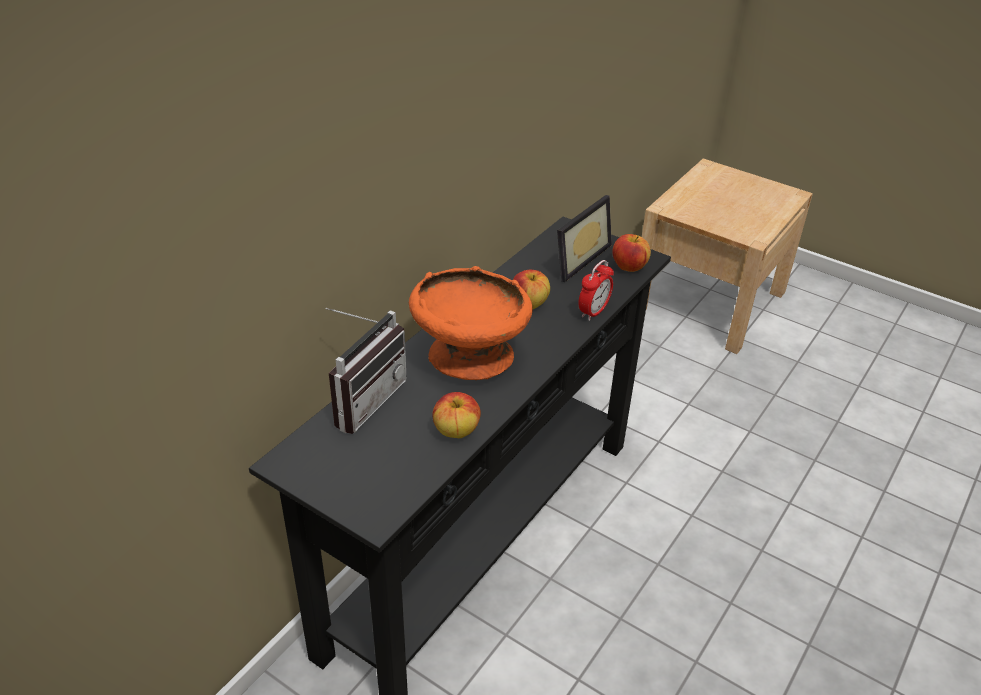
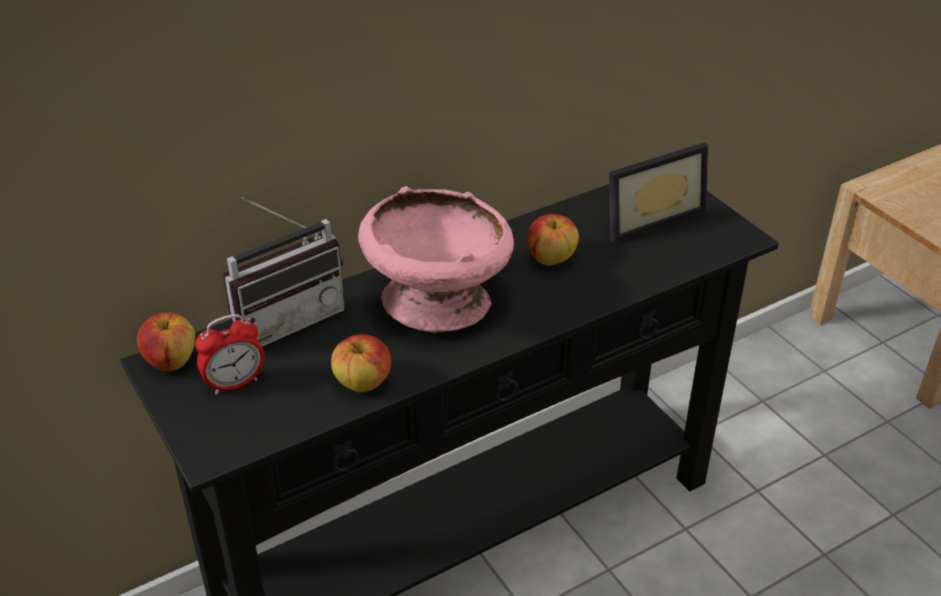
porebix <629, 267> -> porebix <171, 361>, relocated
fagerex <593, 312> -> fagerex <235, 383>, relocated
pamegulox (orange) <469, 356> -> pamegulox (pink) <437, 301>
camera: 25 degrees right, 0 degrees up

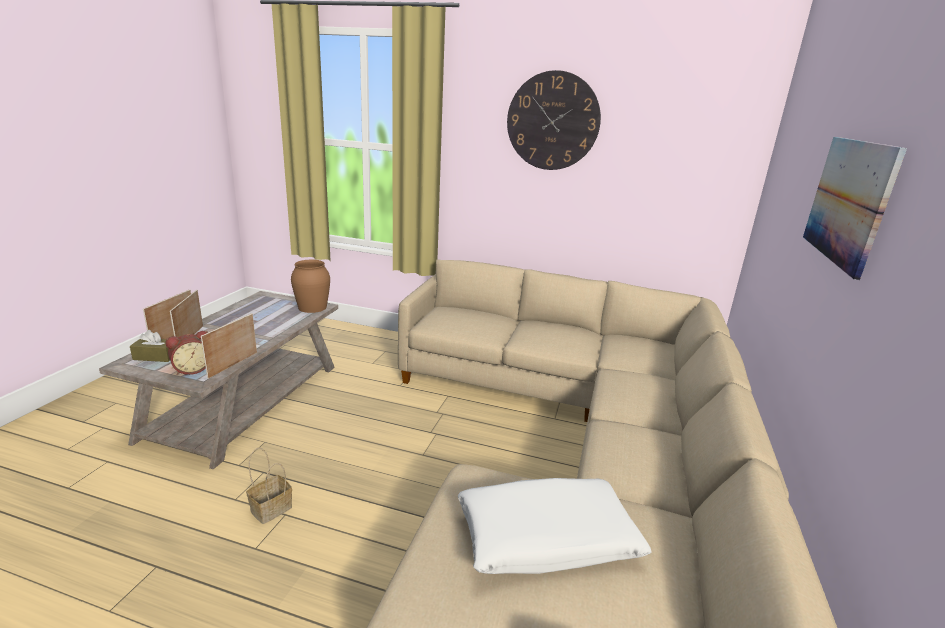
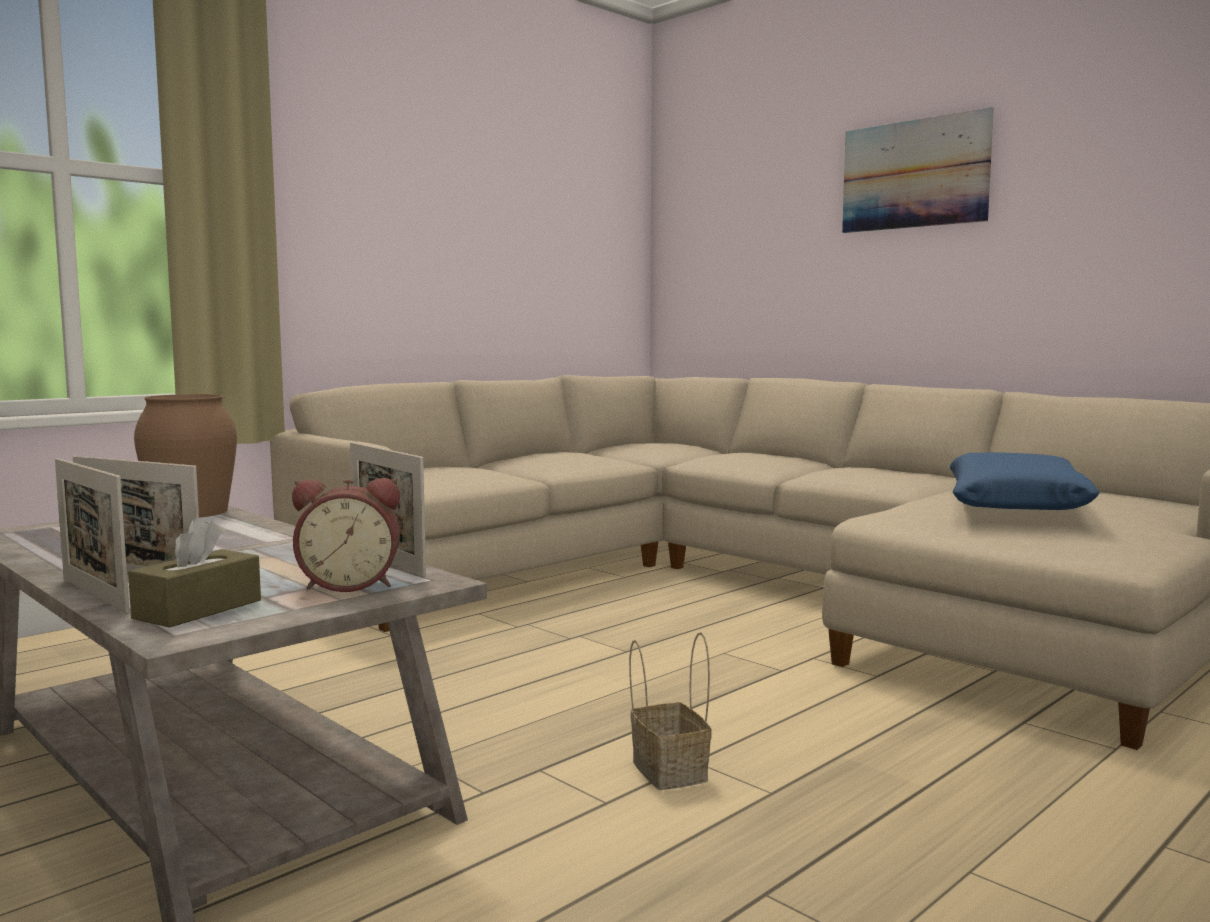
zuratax <553, 121> -> none
fagerex <192, 369> -> fagerex <350, 585>, 90 degrees clockwise
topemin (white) <546, 538> -> topemin (blue) <1015, 503>
camera: 60 degrees left, 15 degrees down

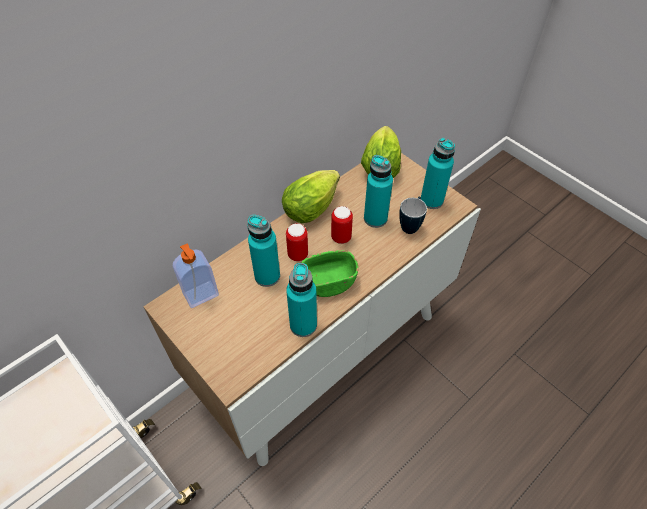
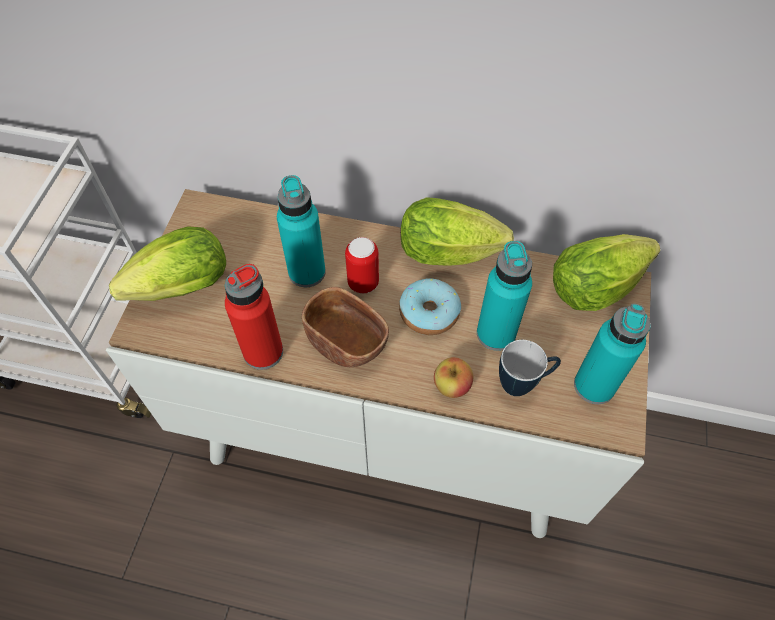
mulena <341, 237> -> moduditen <429, 313>
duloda <201, 295> -> none
pamegulox (green) <328, 282> -> pamegulox (brown) <346, 341>
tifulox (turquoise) <303, 325> -> tifulox (red) <263, 352>
none -> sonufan <176, 290>
none -> porebix <452, 386>
camera: 55 degrees right, 5 degrees up

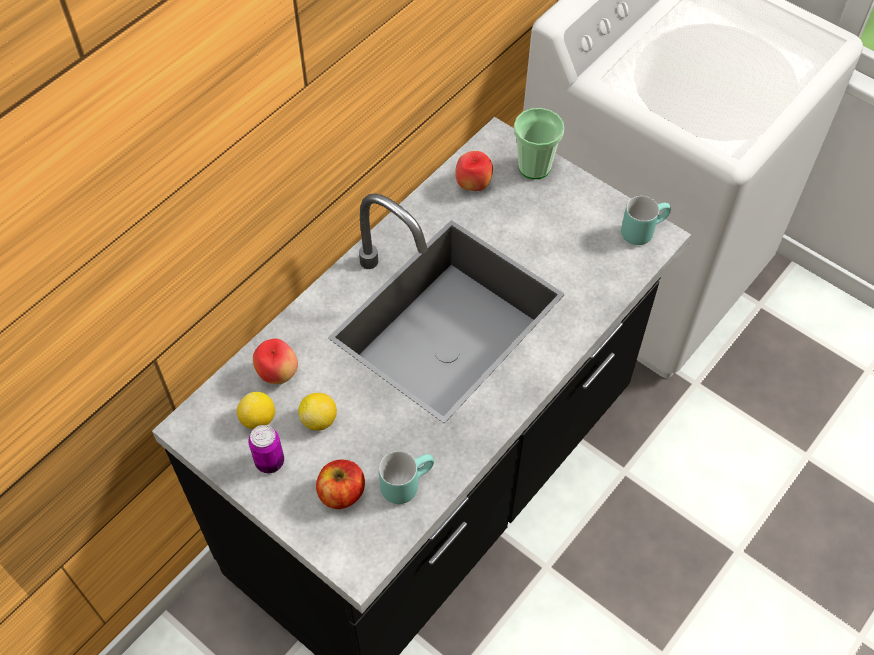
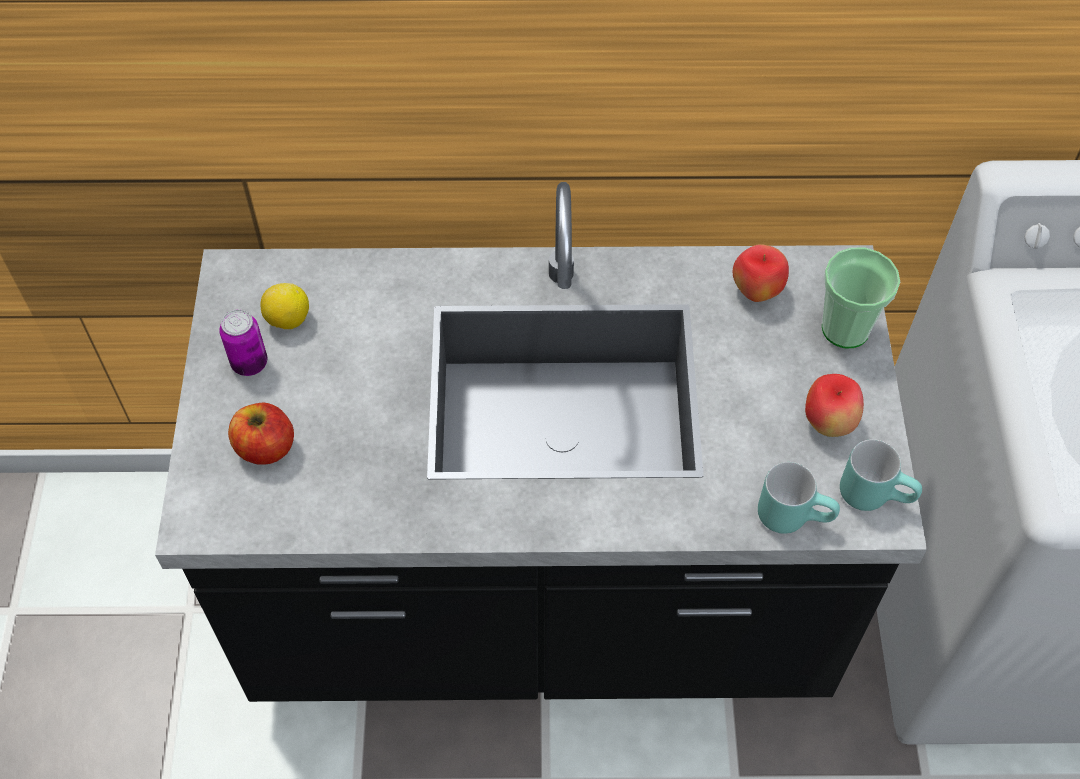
porebix <278, 374> -> porebix <828, 423>, relocated
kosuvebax <319, 420> -> none
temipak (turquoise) <405, 482> -> temipak (turquoise) <794, 514>, relocated
camera: 50 degrees right, 0 degrees up

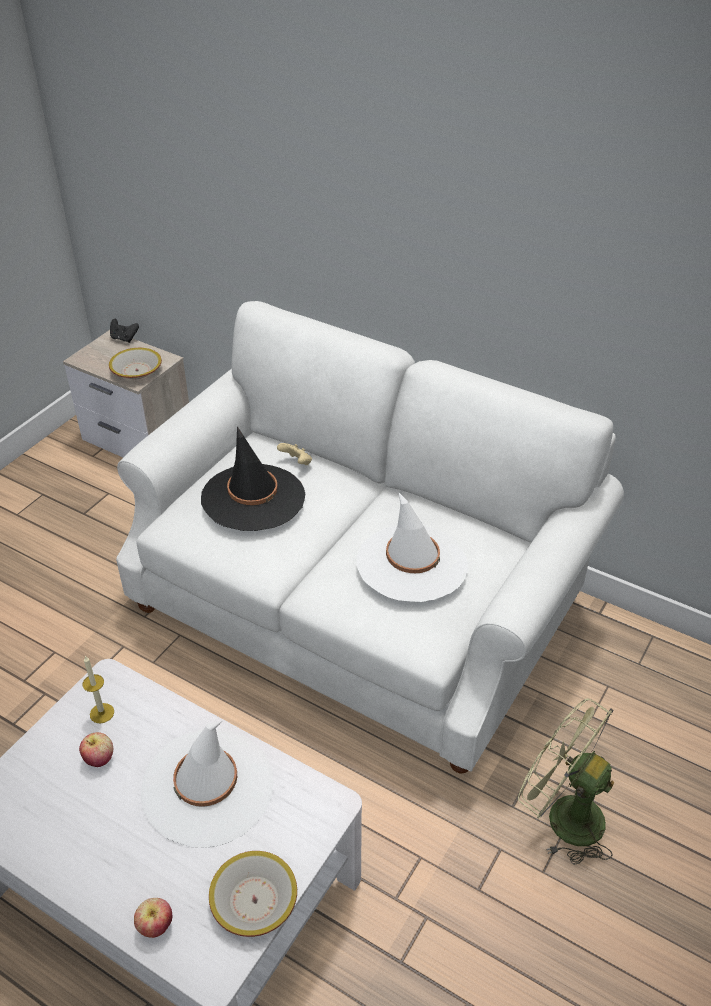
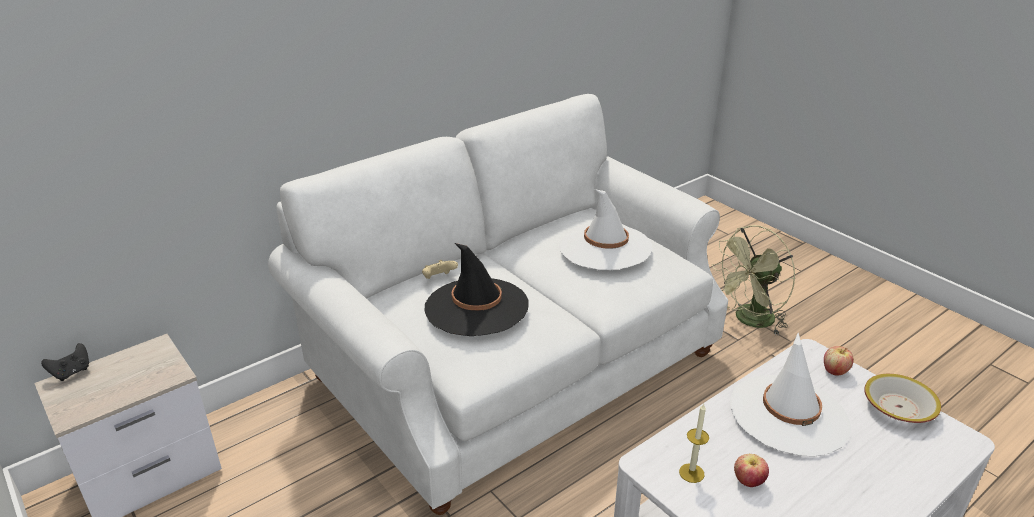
pamegulox <137, 371> -> none
porebix <156, 926> -> porebix <835, 371>, relocated
camera: 70 degrees left, 10 degrees down

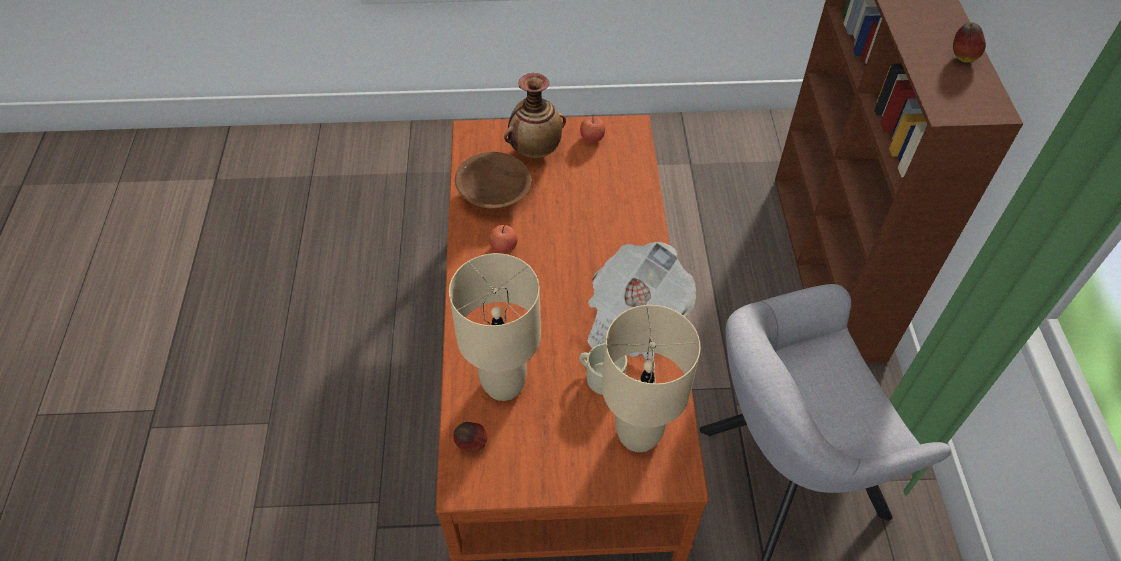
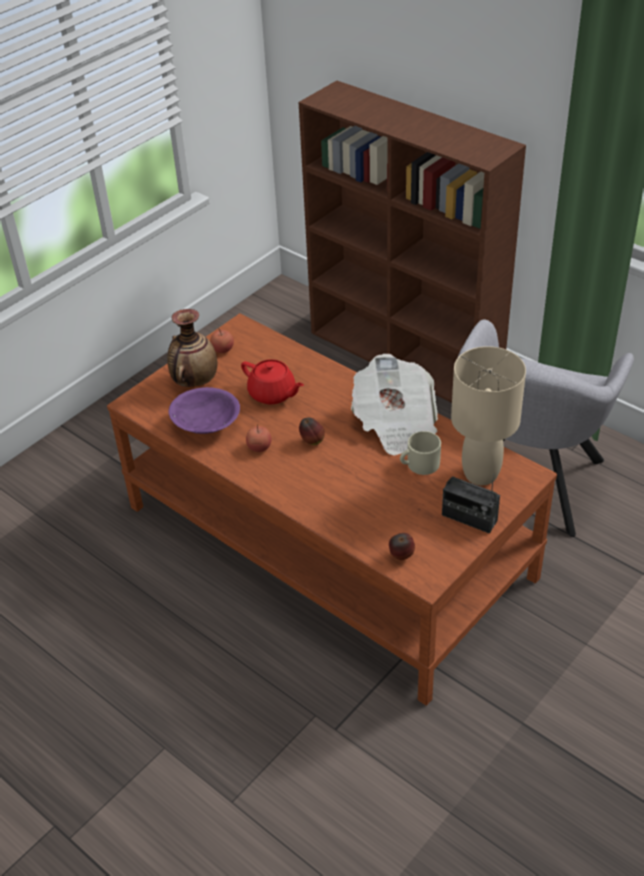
porebix <962, 57> -> porebix <312, 442>, relocated
pamegulox (brown) <494, 194> -> pamegulox (purple) <206, 424>
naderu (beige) <504, 383> -> none
none -> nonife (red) <273, 394>
none -> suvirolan <469, 518>
camera: 45 degrees left, 10 degrees down

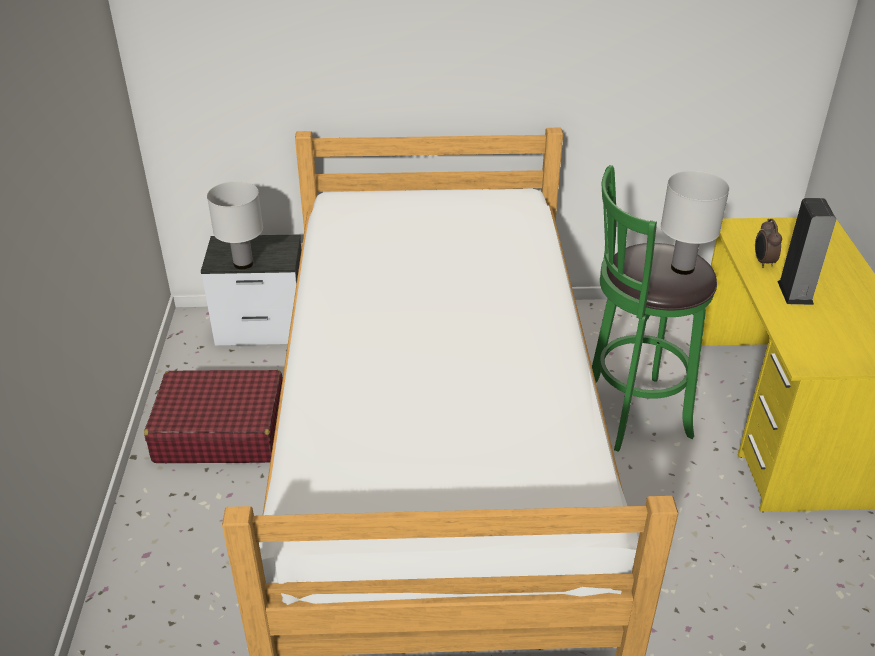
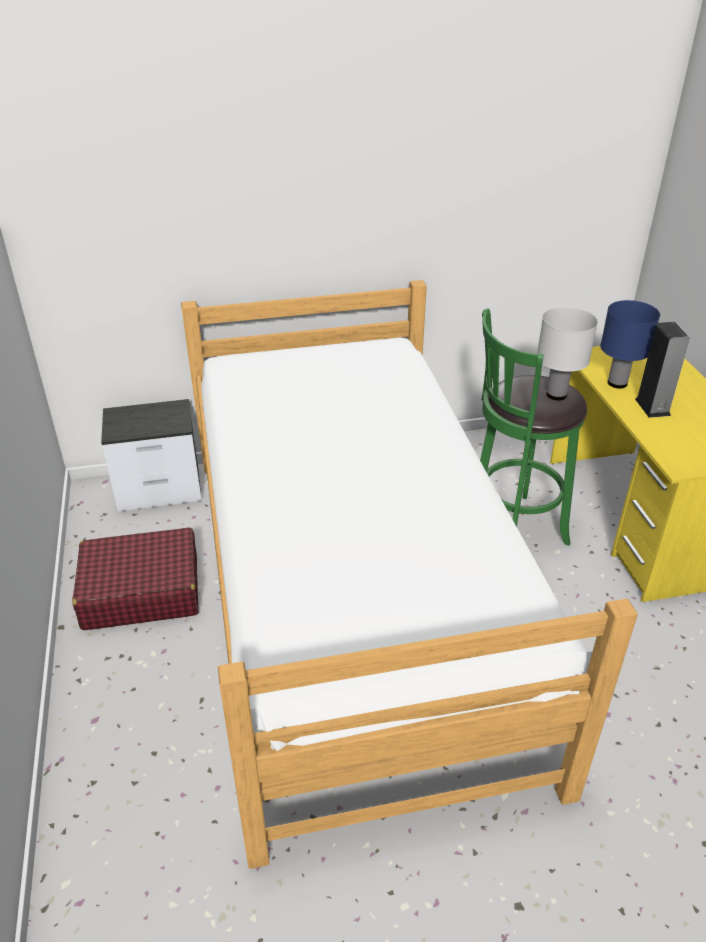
naderu (white) <243, 264> -> none
fagerex <763, 262> -> naderu (blue) <617, 383>
camera: 10 degrees left, 0 degrees up

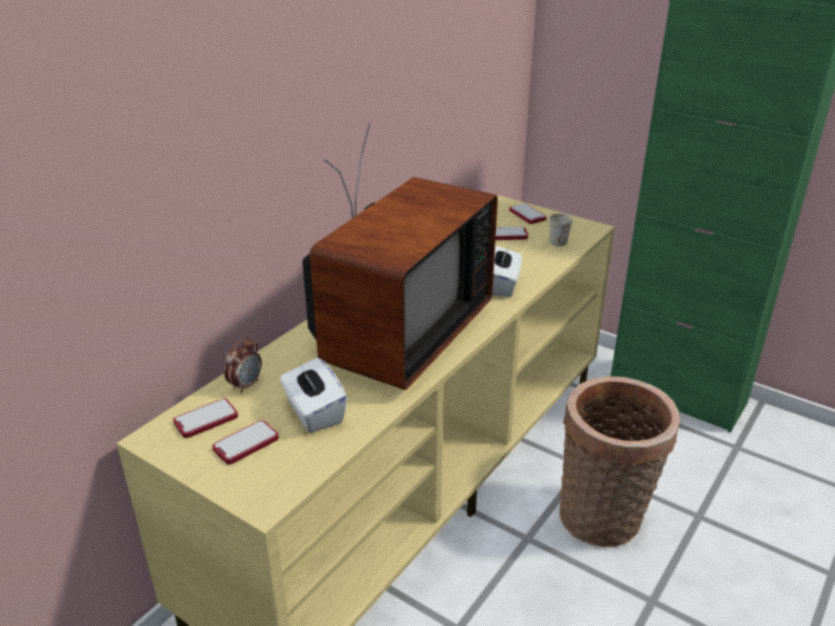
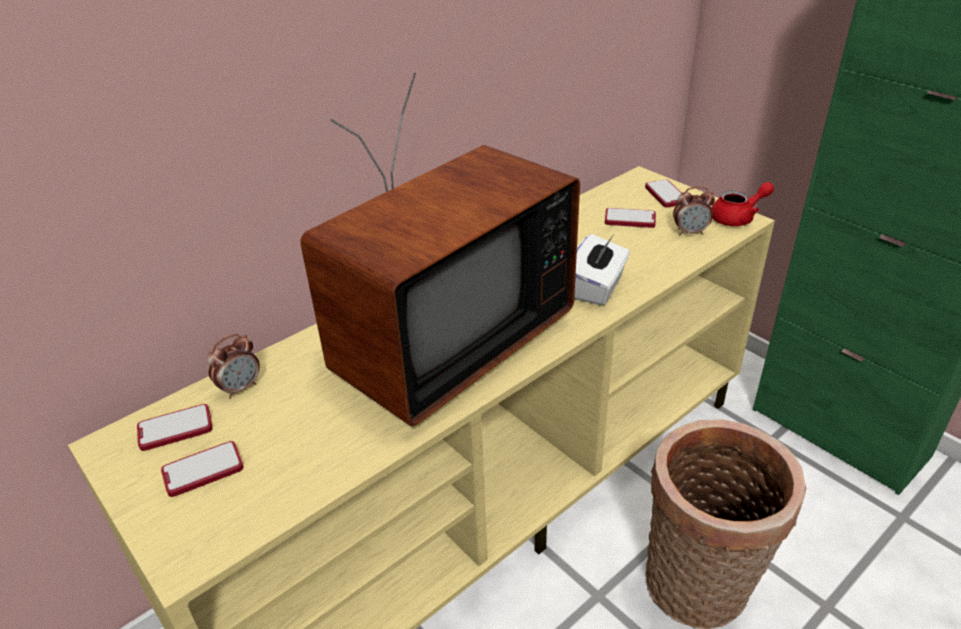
temipak (white) <556, 240> -> fagerex <690, 232>
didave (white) <314, 412> -> none
none -> nonife (red) <738, 218>
camera: 15 degrees right, 5 degrees up

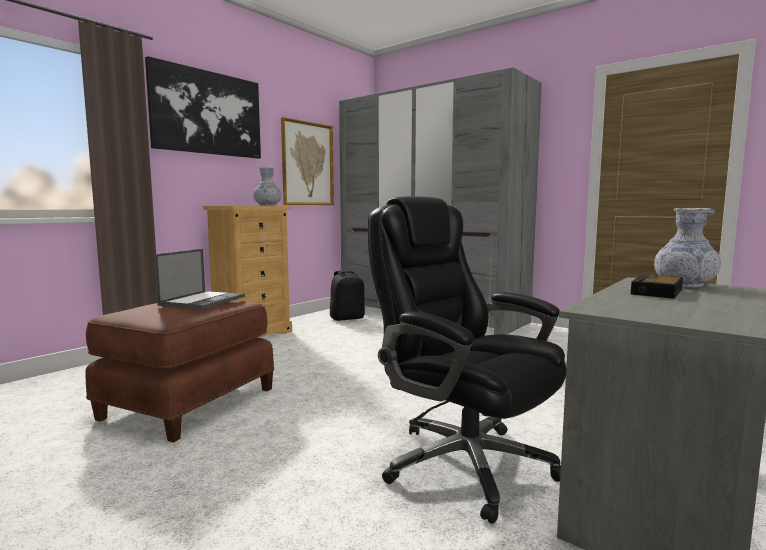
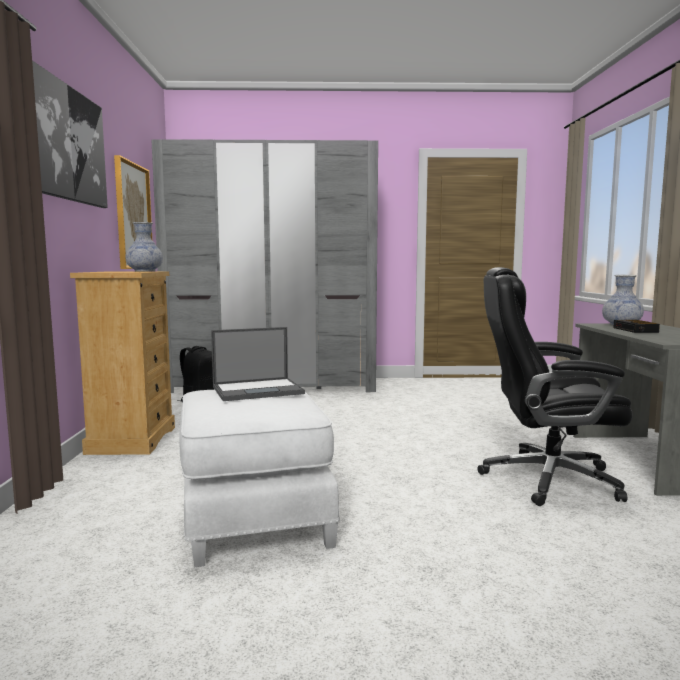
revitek <203, 300> -> revitek <258, 390>, 90 degrees clockwise
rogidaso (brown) <188, 402> -> rogidaso (white) <253, 516>
camera: 40 degrees left, 0 degrees up

